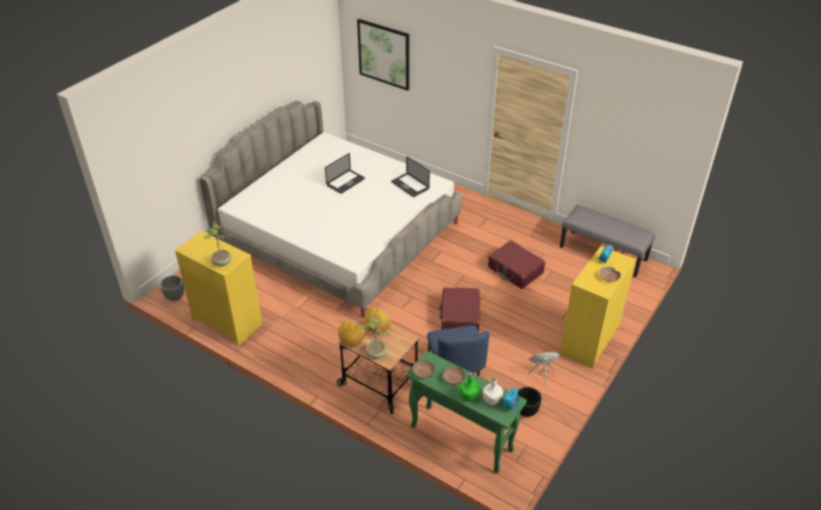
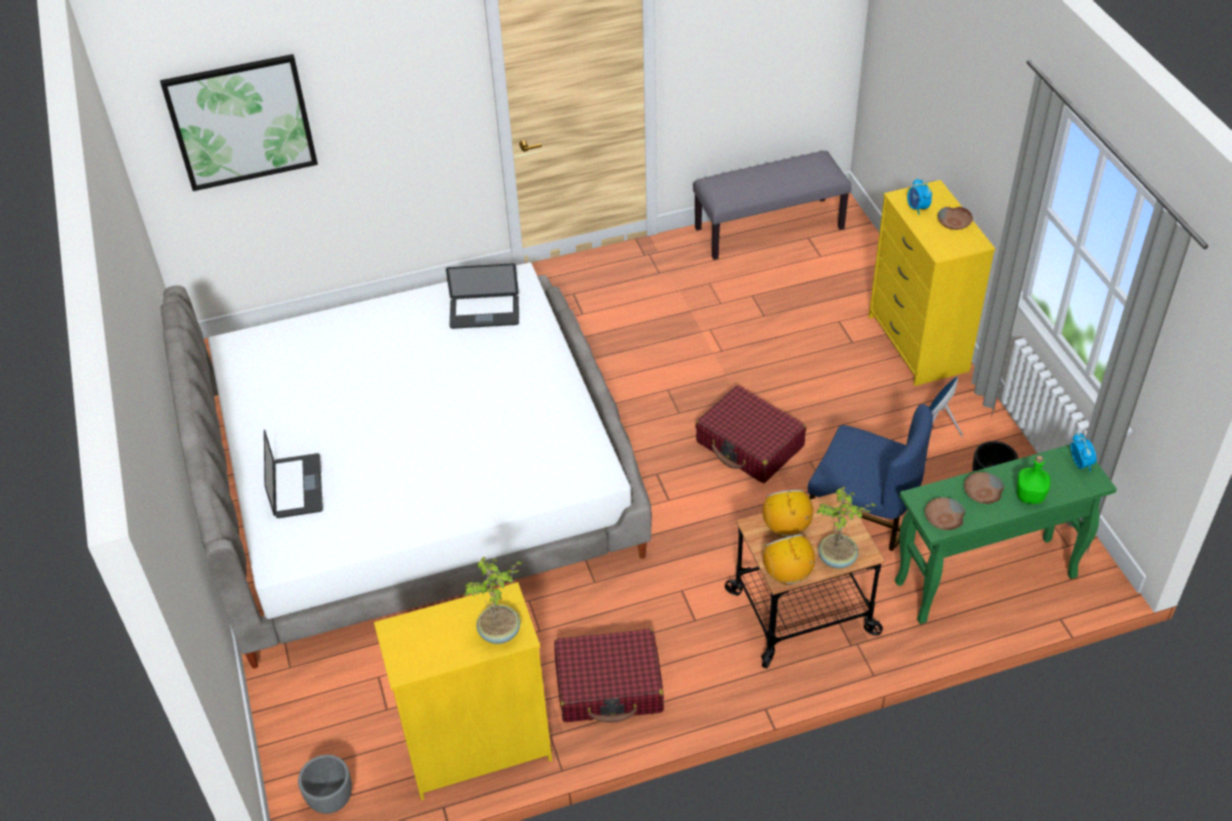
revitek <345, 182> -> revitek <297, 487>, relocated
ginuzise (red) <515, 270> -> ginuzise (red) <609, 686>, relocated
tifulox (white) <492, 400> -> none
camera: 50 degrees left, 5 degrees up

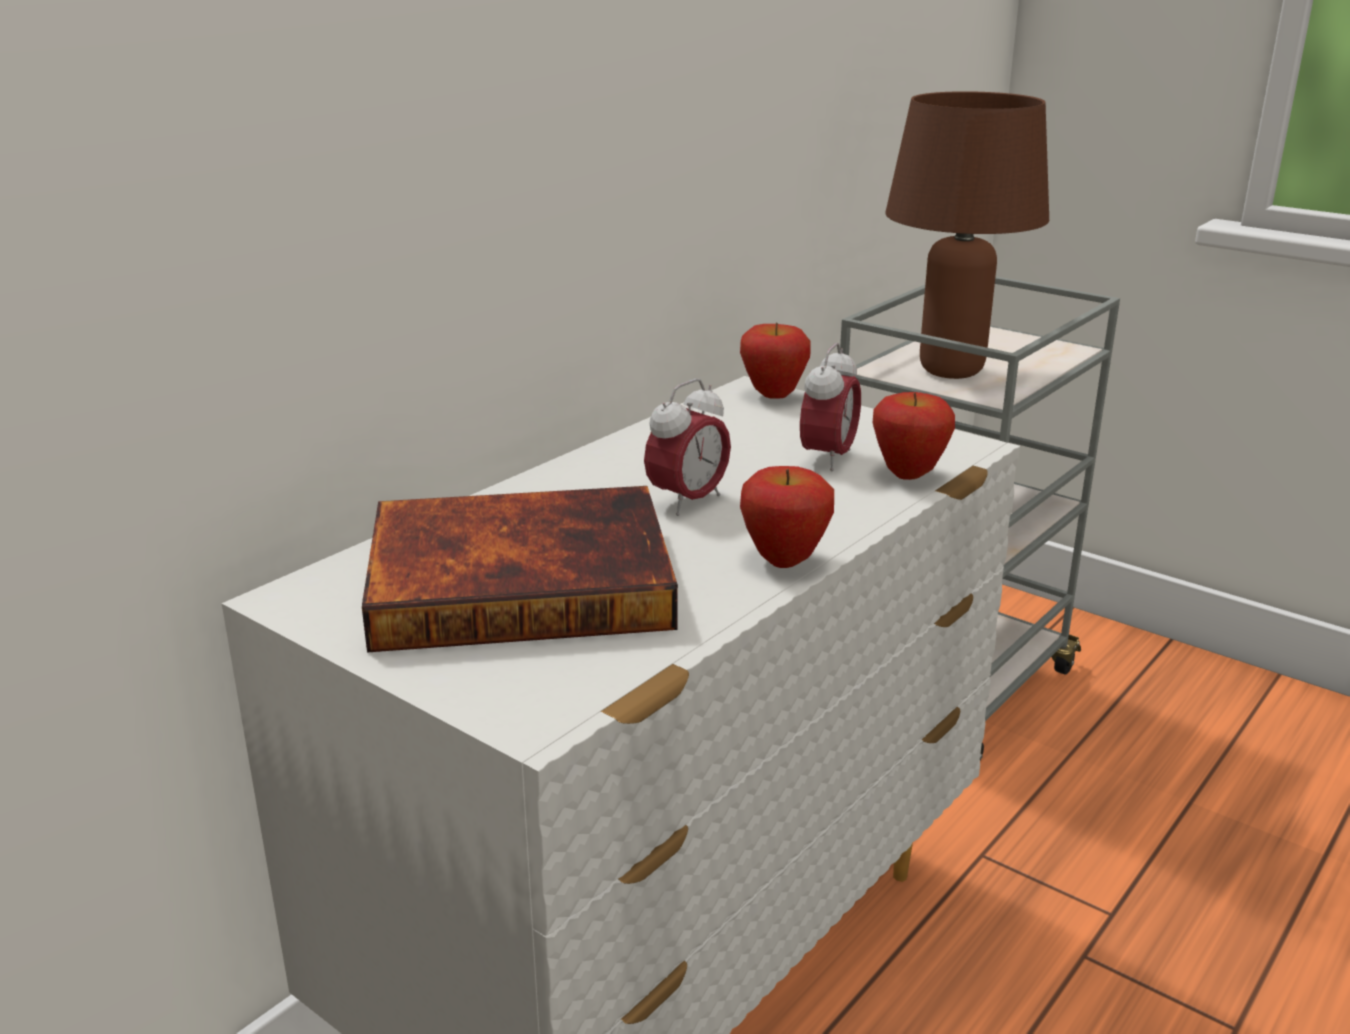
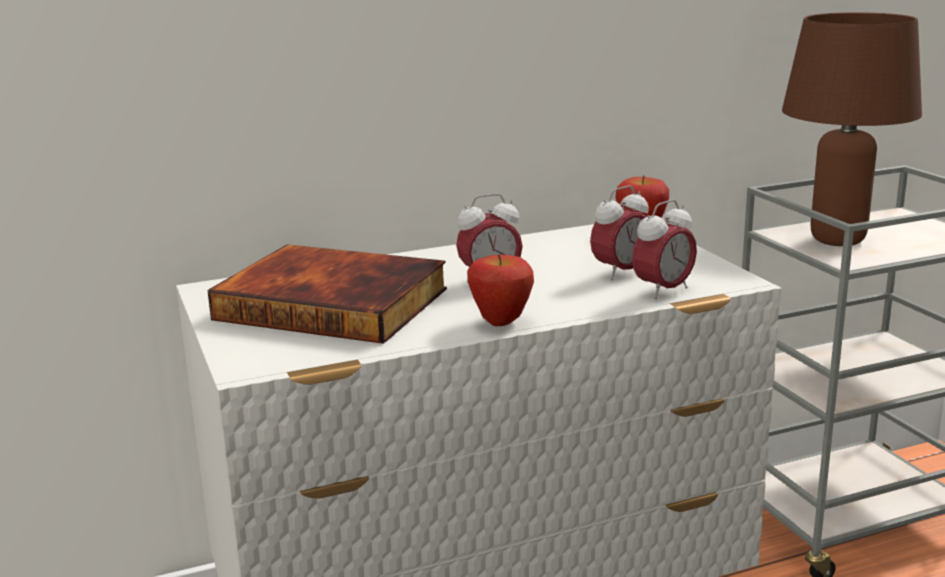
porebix <909, 475> -> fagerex <663, 291>
camera: 30 degrees right, 5 degrees down

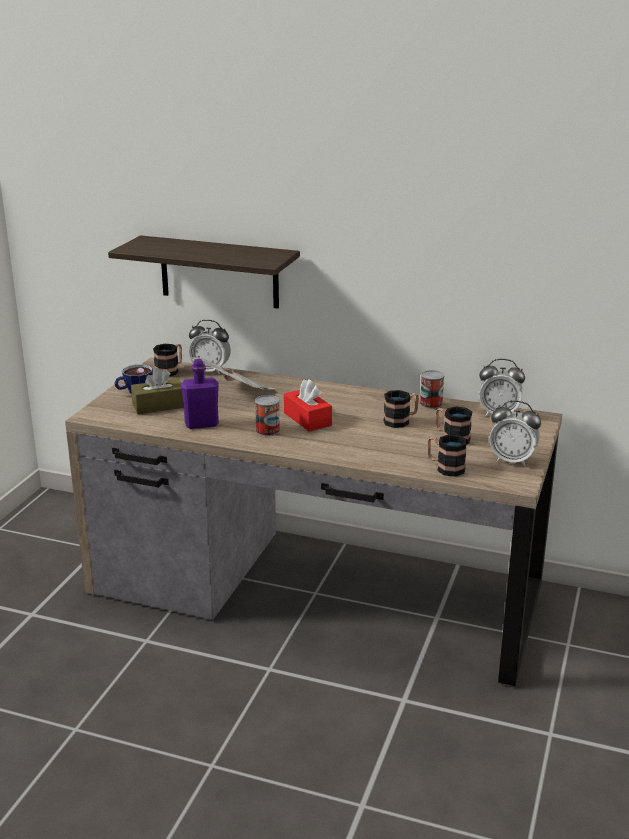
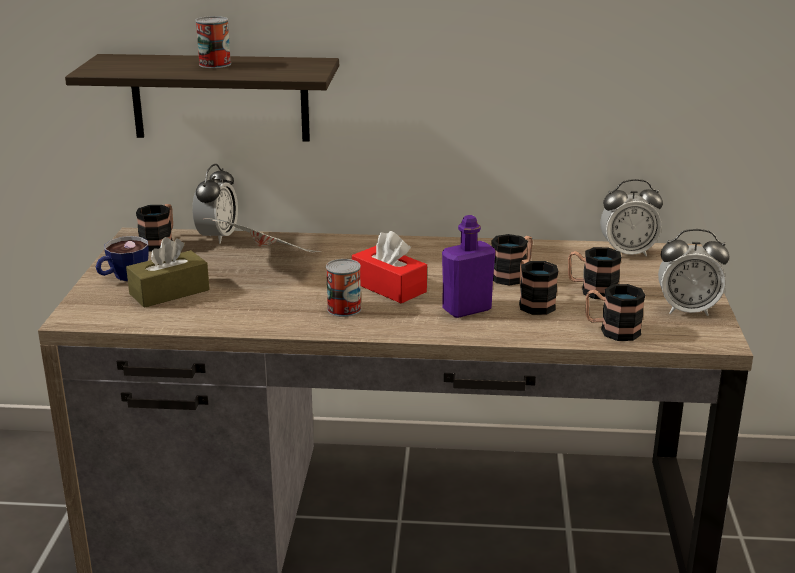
fagerex <210, 371> -> fagerex <217, 237>, 75 degrees counterclockwise
tifulox (purple) <201, 424> -> tifulox (purple) <466, 309>, relocated
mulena <431, 403> -> mulena <215, 64>, relocated
none -> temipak <533, 303>
camera: 15 degrees left, 0 degrees up

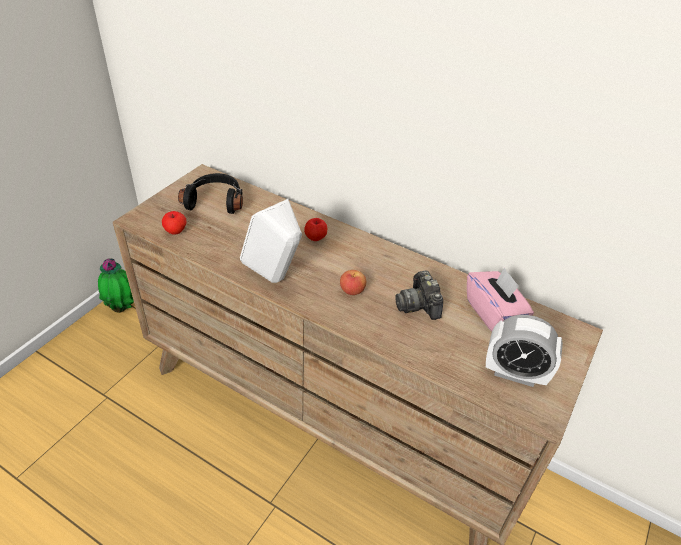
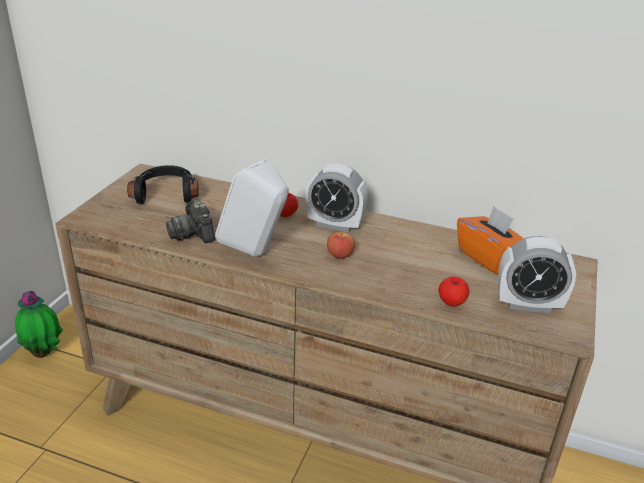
porebix <175, 231> -> porebix <452, 302>, relocated
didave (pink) <493, 313> -> didave (orange) <489, 258>
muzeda <419, 305> -> muzeda <193, 233>, relocated
none -> fagerex <335, 225>
camera: 10 degrees left, 10 degrees down

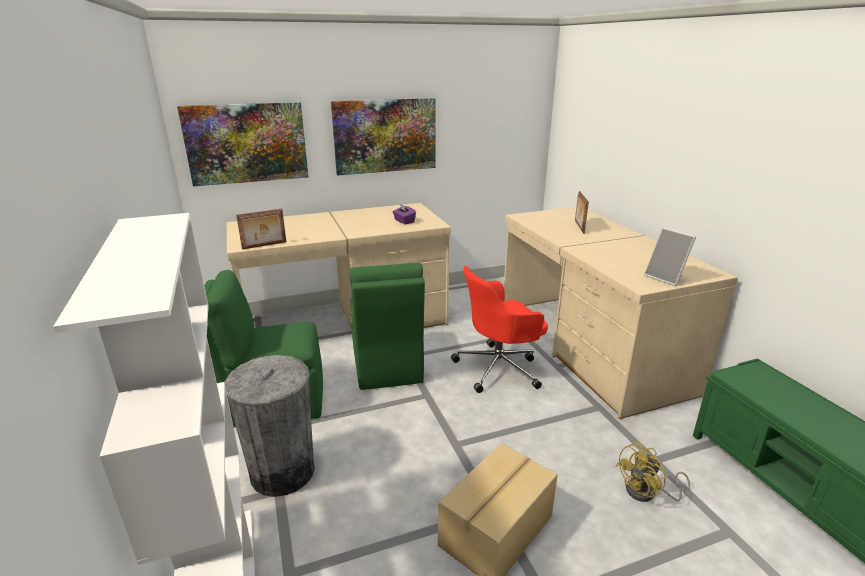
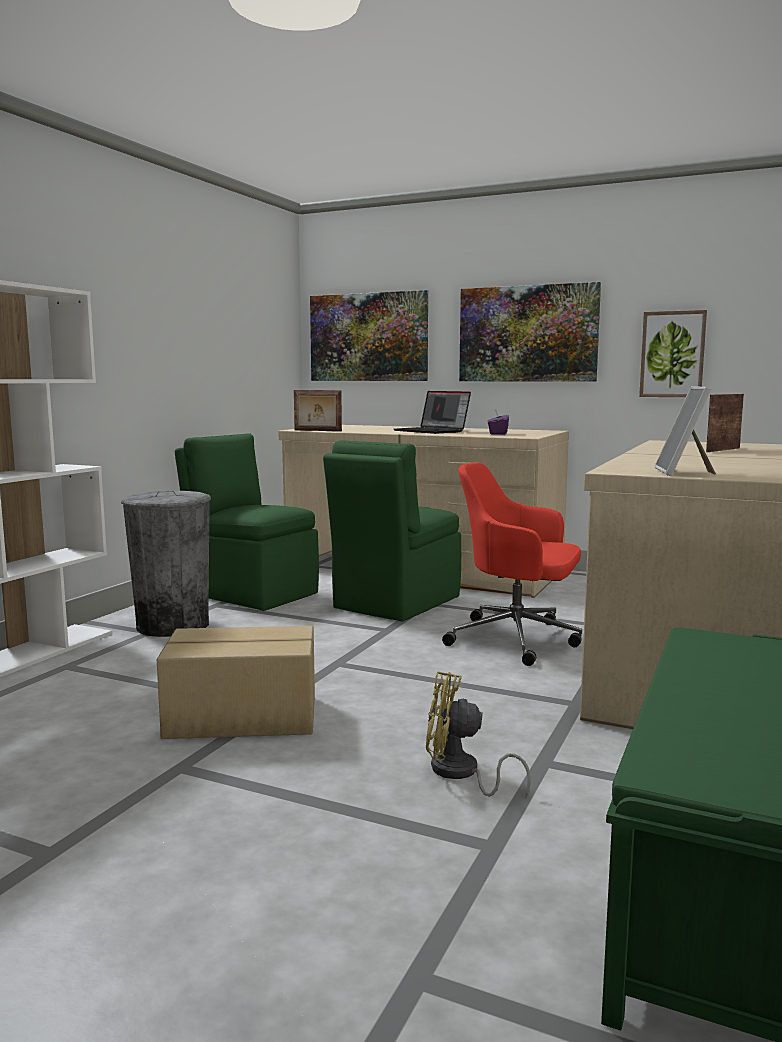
none -> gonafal <672, 354>
none -> revitek <432, 431>
camera: 45 degrees right, 15 degrees down

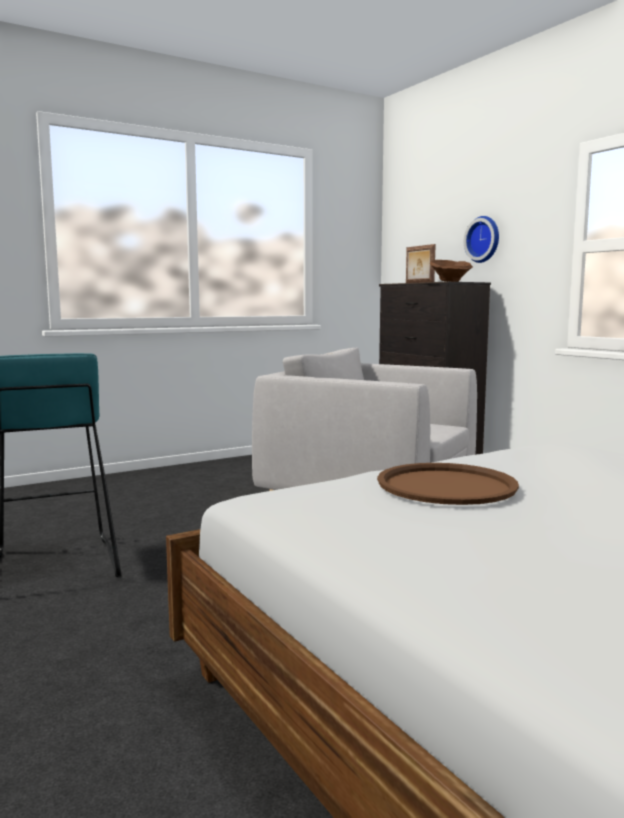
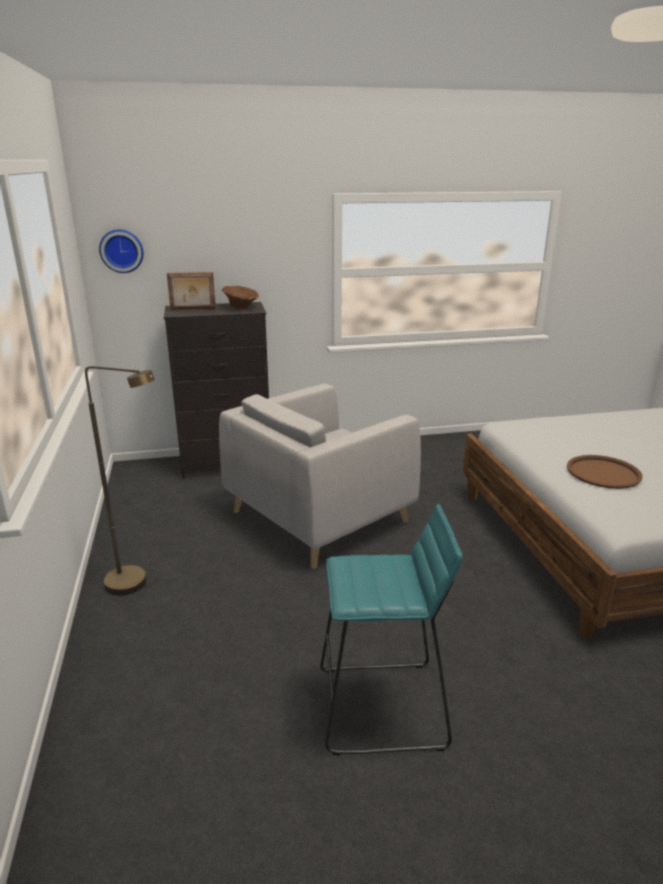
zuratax <484, 239> -> zuratax <122, 250>, relocated
none -> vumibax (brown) <137, 584>
camera: 70 degrees left, 15 degrees up

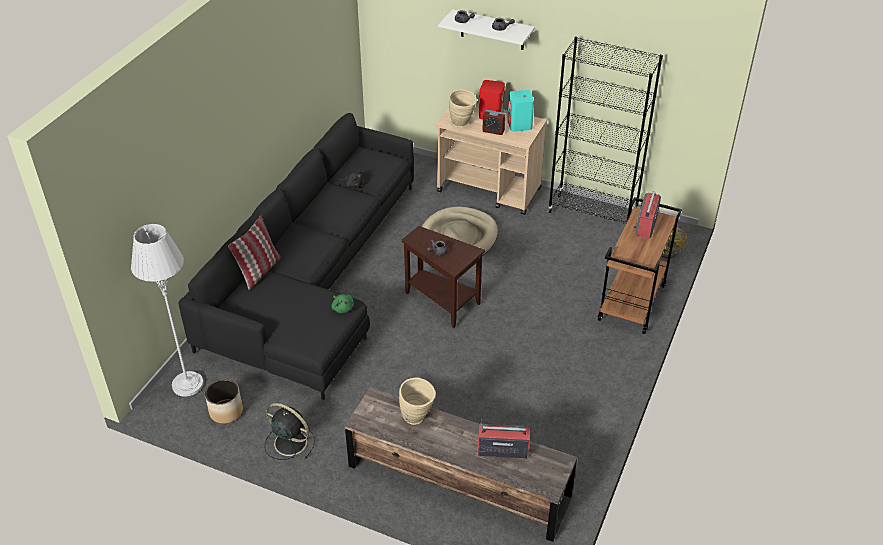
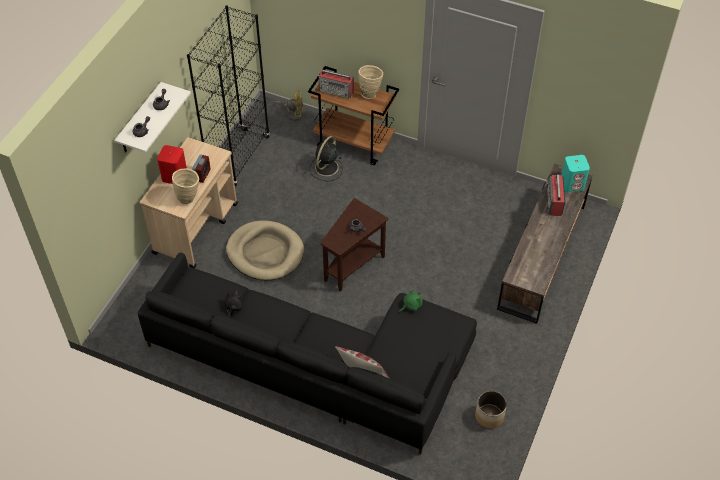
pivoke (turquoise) <519, 125> -> pivoke (turquoise) <572, 184>, relocated
vumibax (grey) <187, 384> -> none
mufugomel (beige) <418, 418> -> mufugomel (beige) <370, 93>, relocated
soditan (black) <289, 442> -> soditan (black) <326, 168>, relocated
camera: 90 degrees left, 10 degrees up

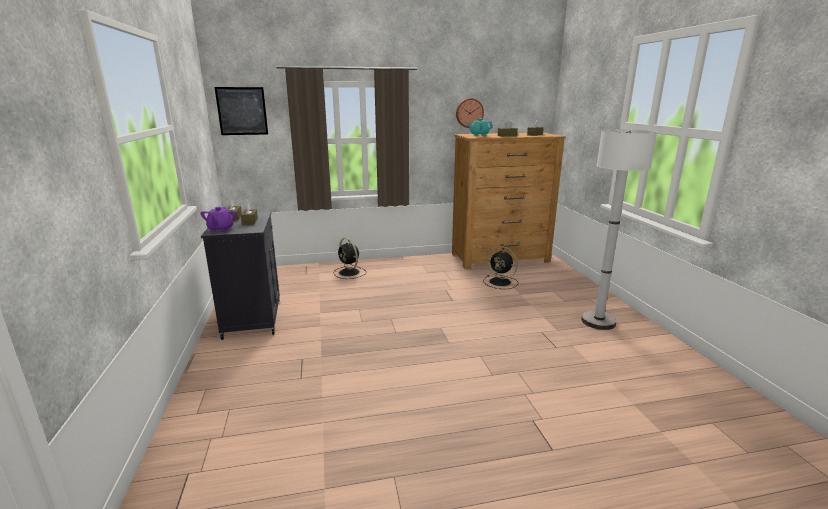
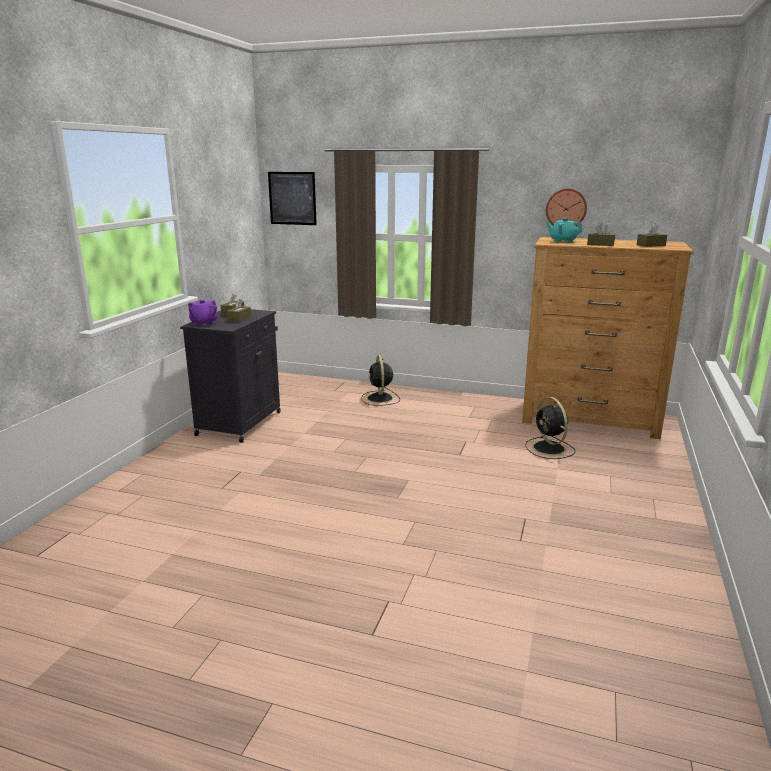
vumibax (white) <598, 321> -> none
camera: 30 degrees right, 0 degrees up

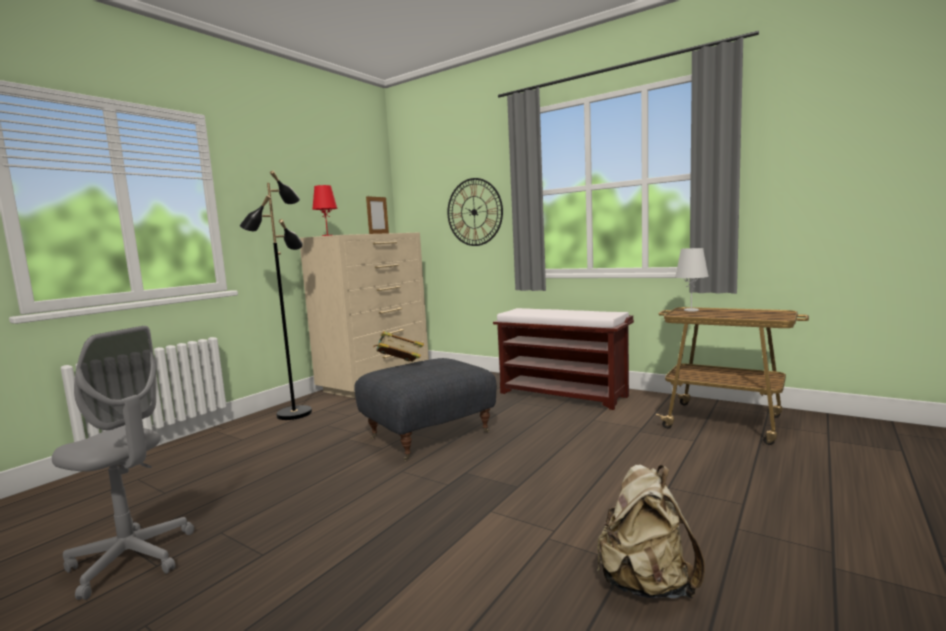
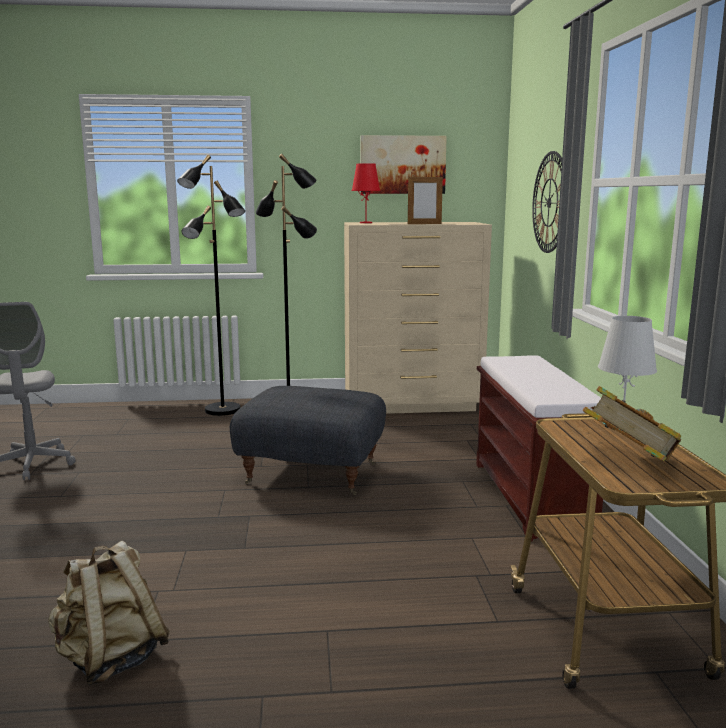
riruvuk <399, 365> -> riruvuk <629, 461>, relocated
none -> gonafal <402, 165>
none -> vumibax (black) <222, 410>
camera: 50 degrees right, 5 degrees up

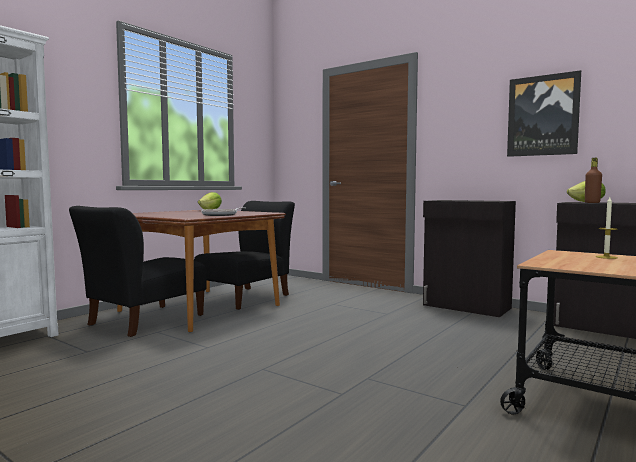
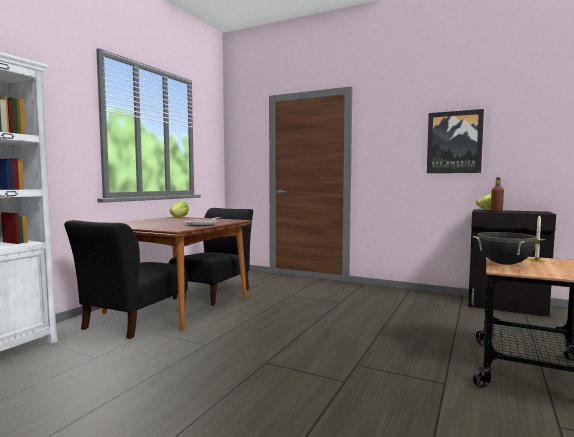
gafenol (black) <466, 307> -> none
none -> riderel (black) <504, 264>
camera: 10 degrees left, 0 degrees up

